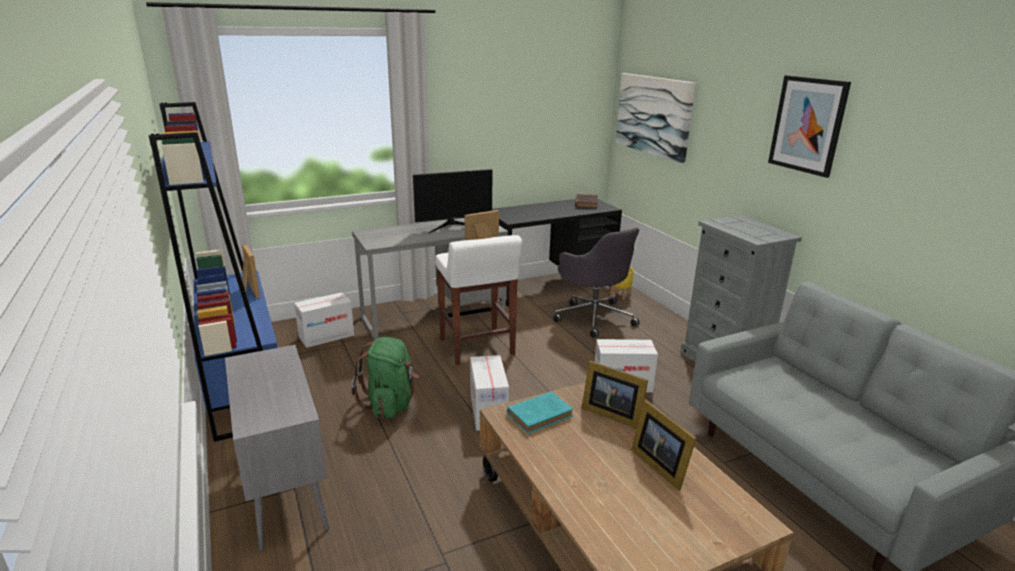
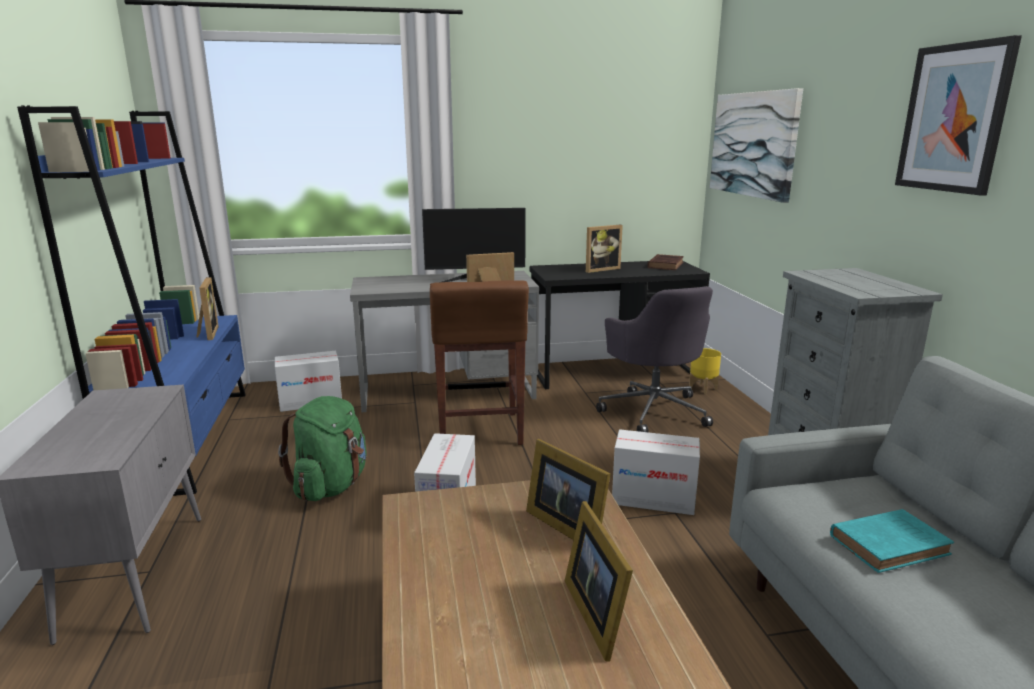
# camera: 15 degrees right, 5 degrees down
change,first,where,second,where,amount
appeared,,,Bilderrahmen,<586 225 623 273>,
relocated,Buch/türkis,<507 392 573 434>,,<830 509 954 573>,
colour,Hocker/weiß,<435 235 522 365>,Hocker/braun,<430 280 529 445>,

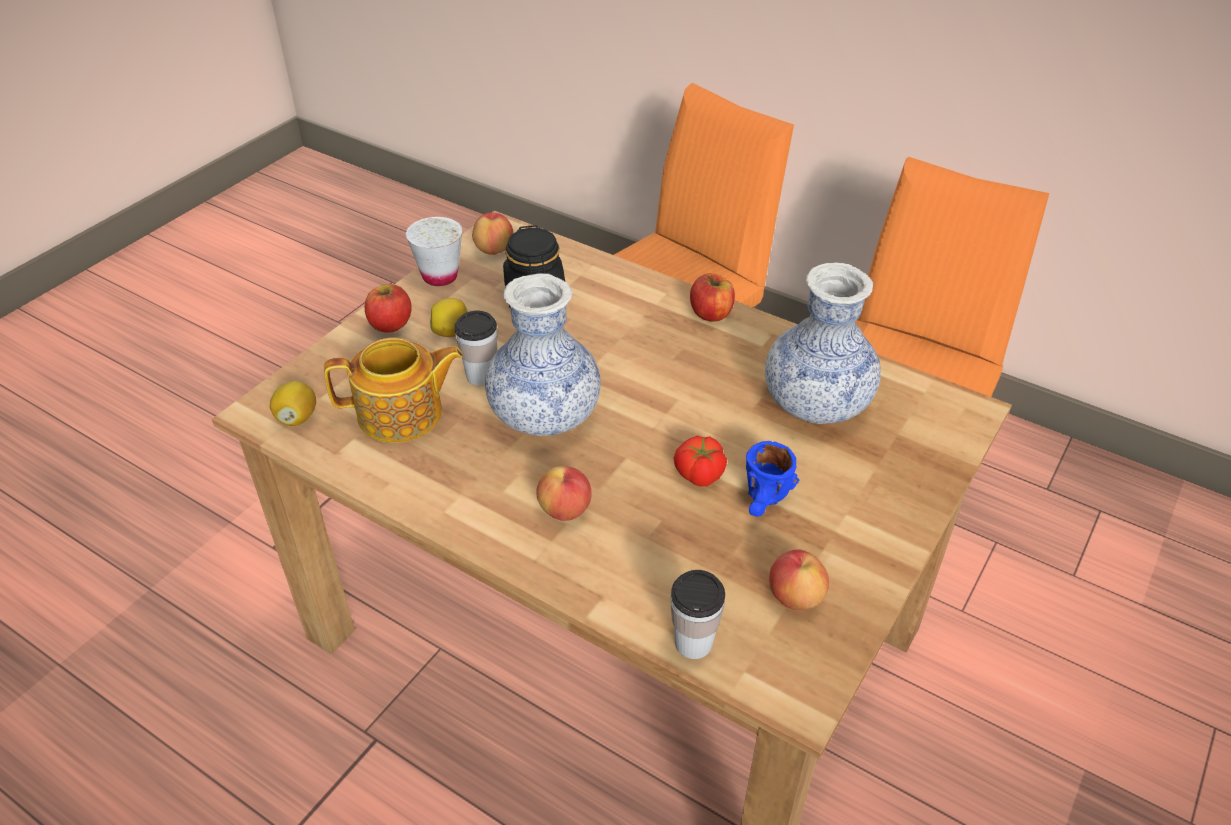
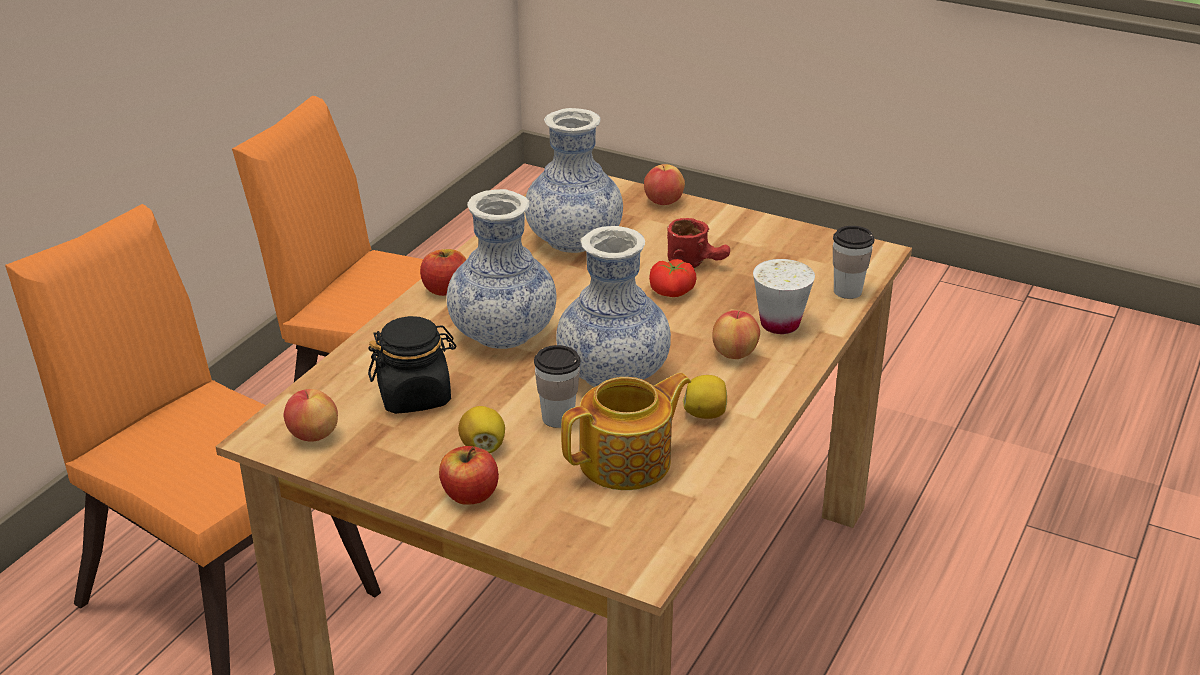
# camera: 95 degrees left, 10 degrees down
change,first,where,second,where,amount
appeared,,,Vase,<447 189 556 349>,
relocated,Zitrone,<270 381 316 426>,,<683 375 727 419>,
relocated,Tasse/weiß,<406 217 462 286>,,<753 259 815 334>,
relocated,Apfel,<769 550 829 610>,,<644 164 685 205>,
colour,Henkelbecher/blau,<746 441 799 517>,Henkelbecher/rot,<667 218 730 268>,
spun,Teekanne,<324 338 463 443>,,<561 373 691 490>,75 degrees clockwise

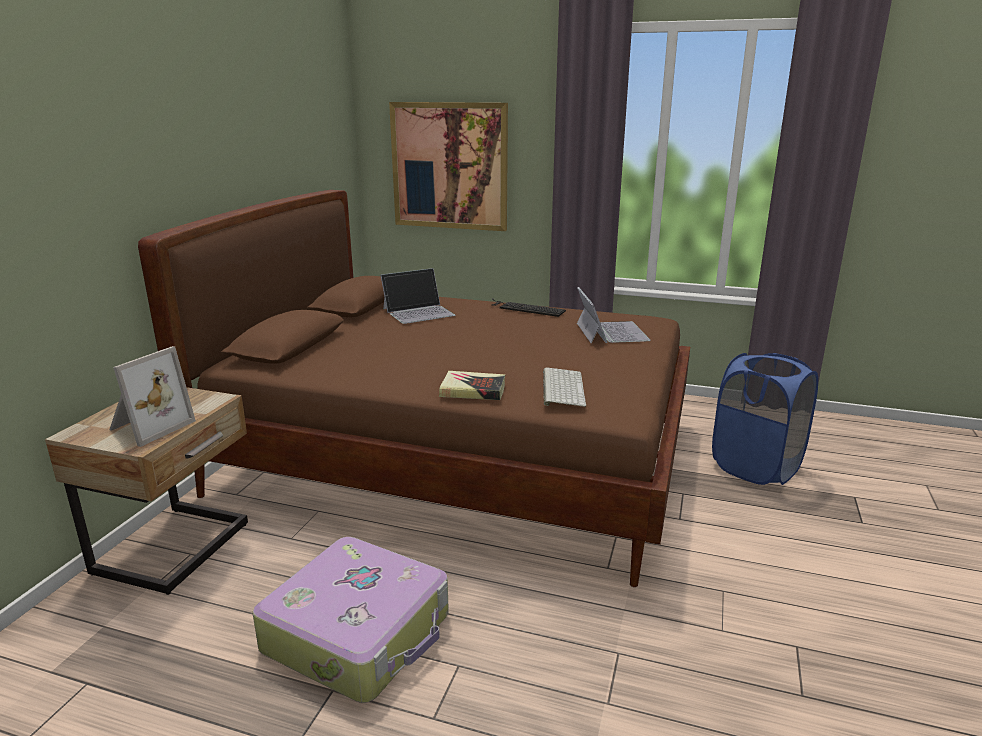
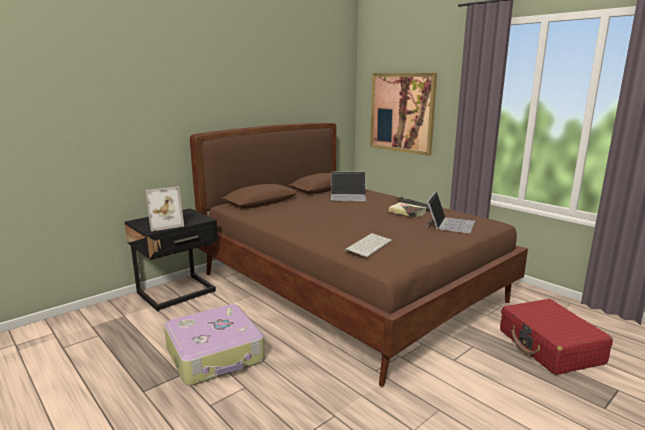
# camera: 30 degrees right, 5 degrees down
change,first,where,second,where,amount
relocated,Buch,<439 371 505 400>,,<388 202 426 218>,
exchanged,Wäschekorb/blau,<712 353 818 485>,Koffer/rot,<500 299 613 375>,
colour,Nachttisch/beige,<45 387 248 595>,Nachttisch/schwarz,<124 208 218 311>,

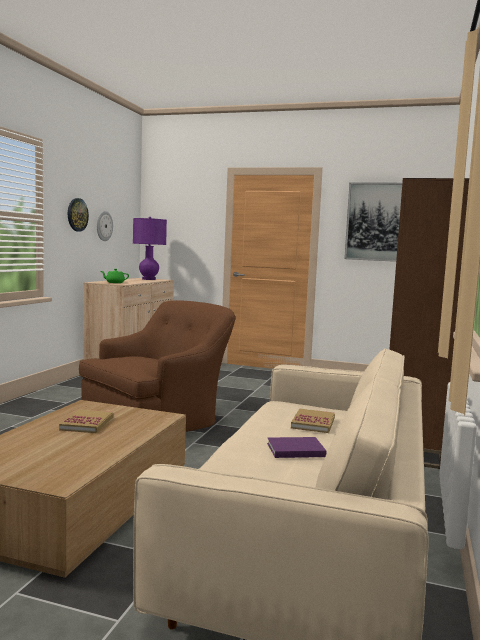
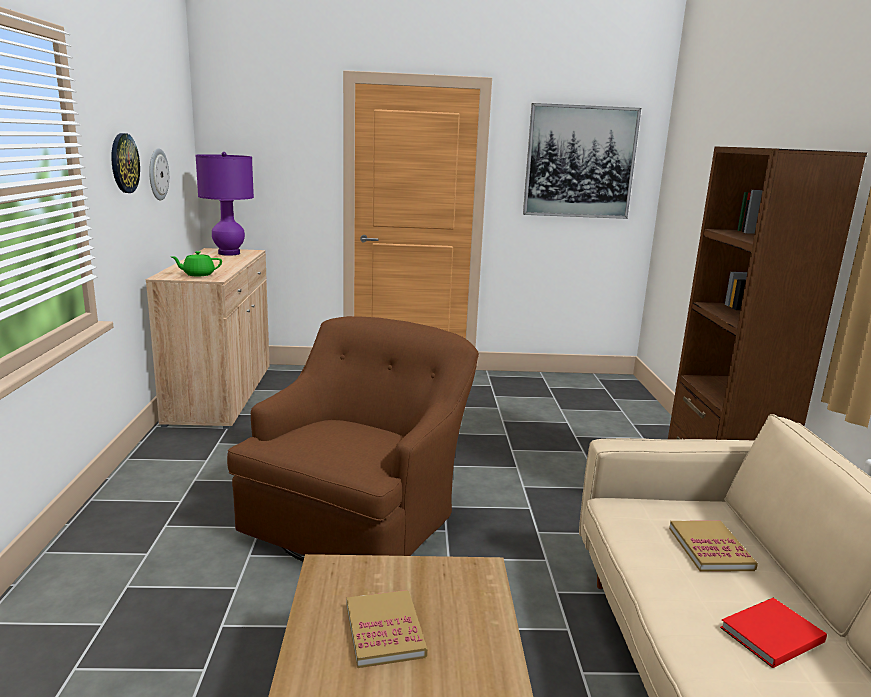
# camera: 20 degrees left, 10 degrees up
change,first,where,second,where,amount
colour,Buch/lila,<267 437 326 458>,Buch/rot,<720 598 827 668>,

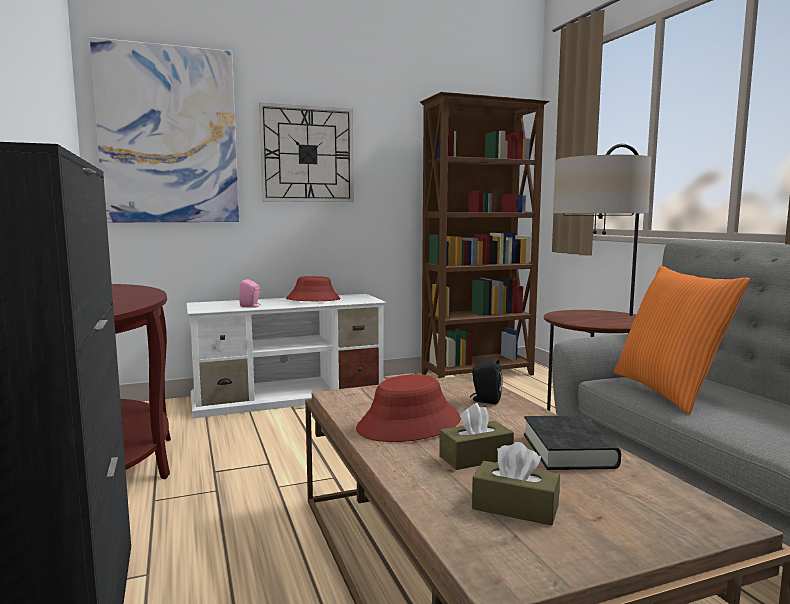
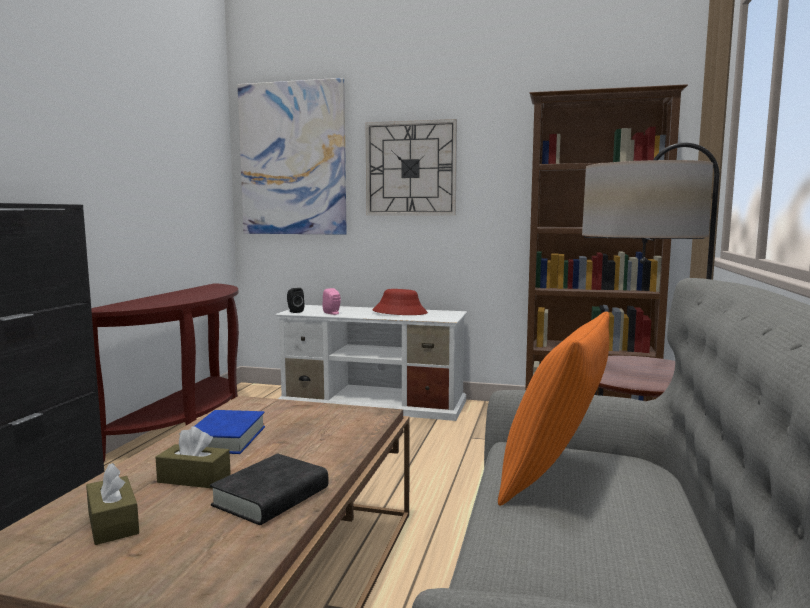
# camera: 35 degrees right, 0 degrees up
change,first,where,second,where,amount
relocated,Lautsprecher/schwarz,<470 358 503 404>,,<287 288 304 313>,
exchanged,Hut/rot,<356 374 461 442>,Buch/blau,<194 410 265 454>,

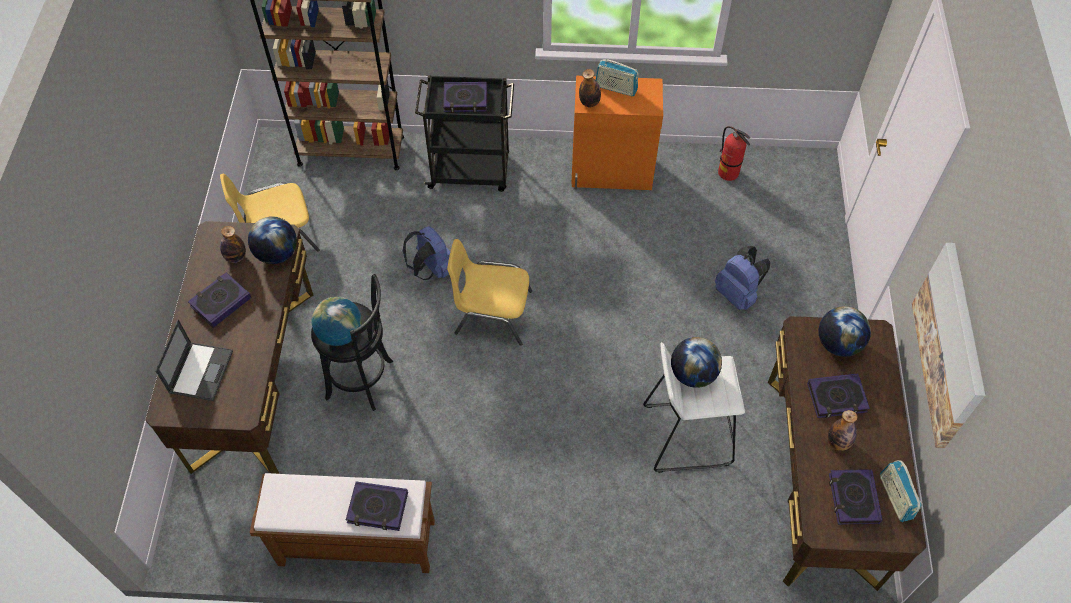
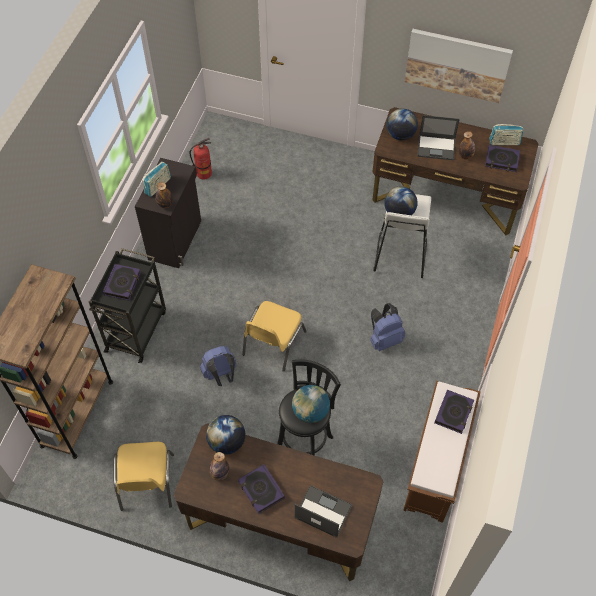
# camera: 75 degrees left, 0 degrees up
change,first,where,second,where,amount
relocated,Rucksack/blau,<715 246 770 310>,,<370 303 405 351>,
exchanged,Buch,<807 373 870 418>,Laptop,<417 115 460 160>,
colour,Schrank/orange,<571 76 663 190>,Schrank/schwarz,<135 158 201 268>,

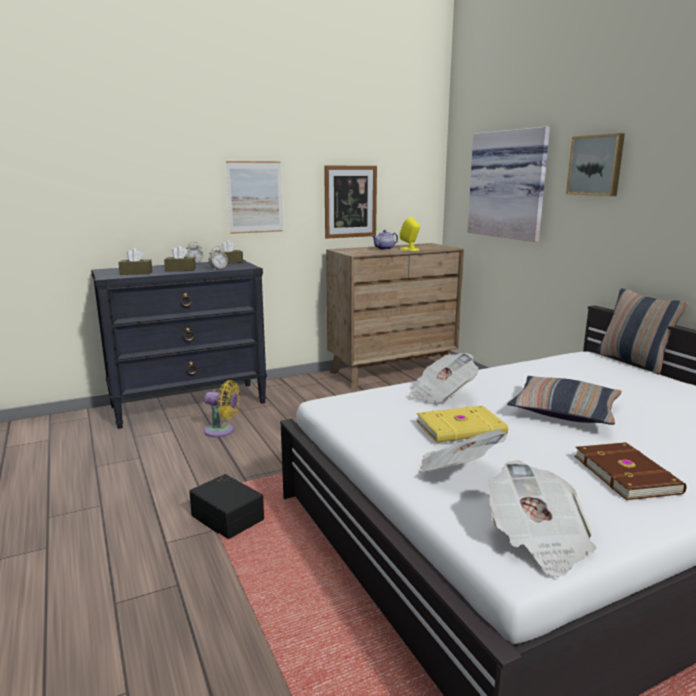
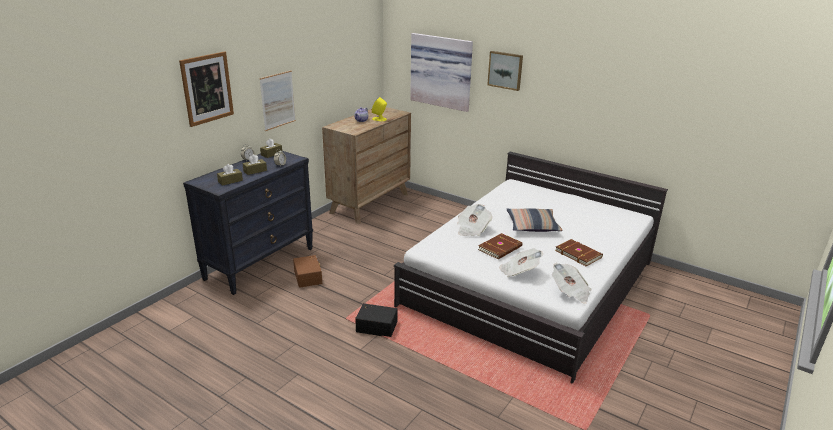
# camera: 30 degrees left, 10 degrees up
change,first,where,second,where,amount
missing,Kissen,<596 288 688 374>,,,
relocated,Bild,<324 165 377 239>,,<179 52 234 127>,
exchanged,Ventilator/gelb,<204 380 240 437>,Aufbewahrungsbox/braun,<293 255 322 288>,
colour,Buch/gelb,<417 406 508 443>,Buch/braun,<478 233 522 259>,

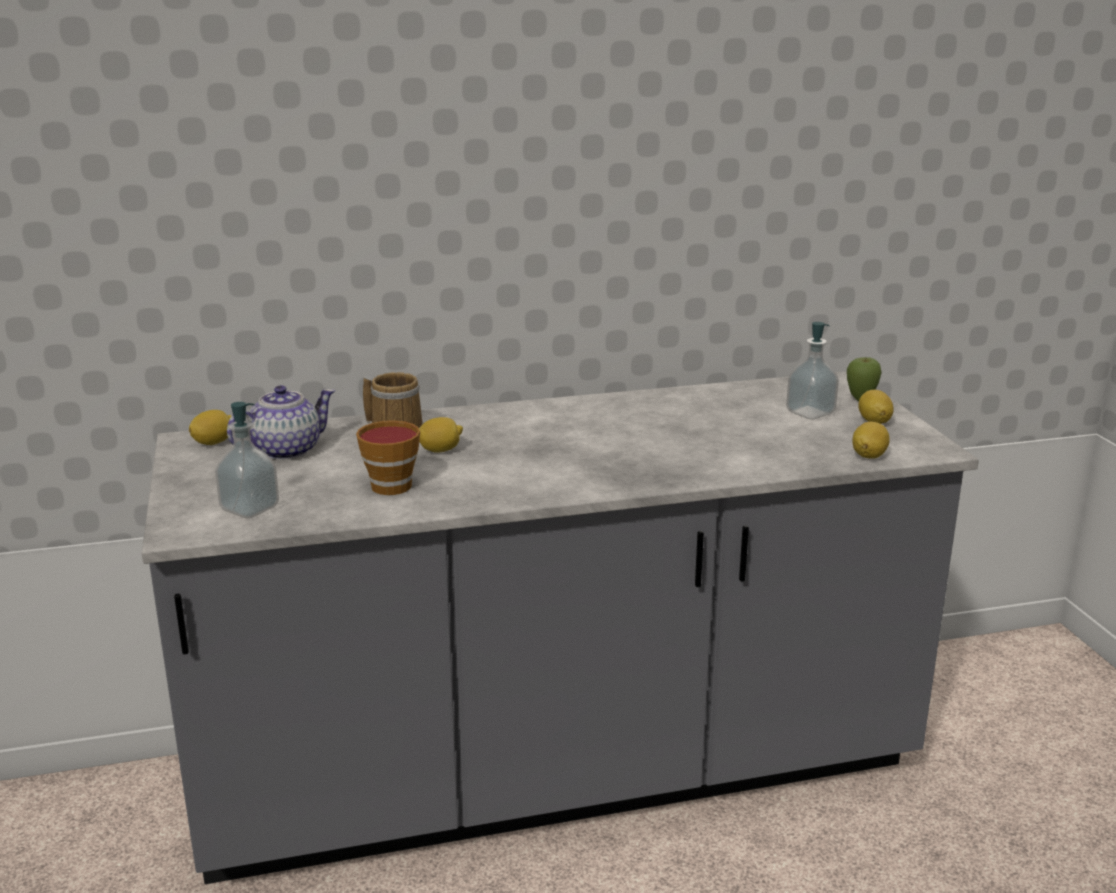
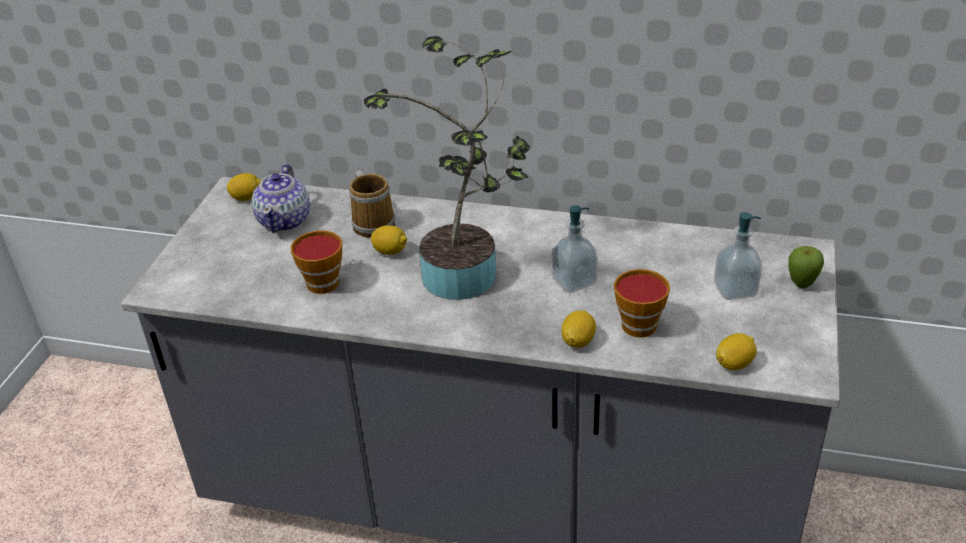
# camera: 30 degrees right, 15 degrees up
change,first,where,second,where,amount
appeared,,,Topfpflanze,<364 36 530 300>,
appeared,,,Tasse,<614 269 670 338>,
relocated,Seifenspender,<215 402 279 518>,,<552 205 598 293>,
relocated,Zitrone,<859 390 894 424>,,<562 311 596 348>,
spun,Teekanne,<227 385 335 460>,,<251 164 310 232>,105 degrees clockwise

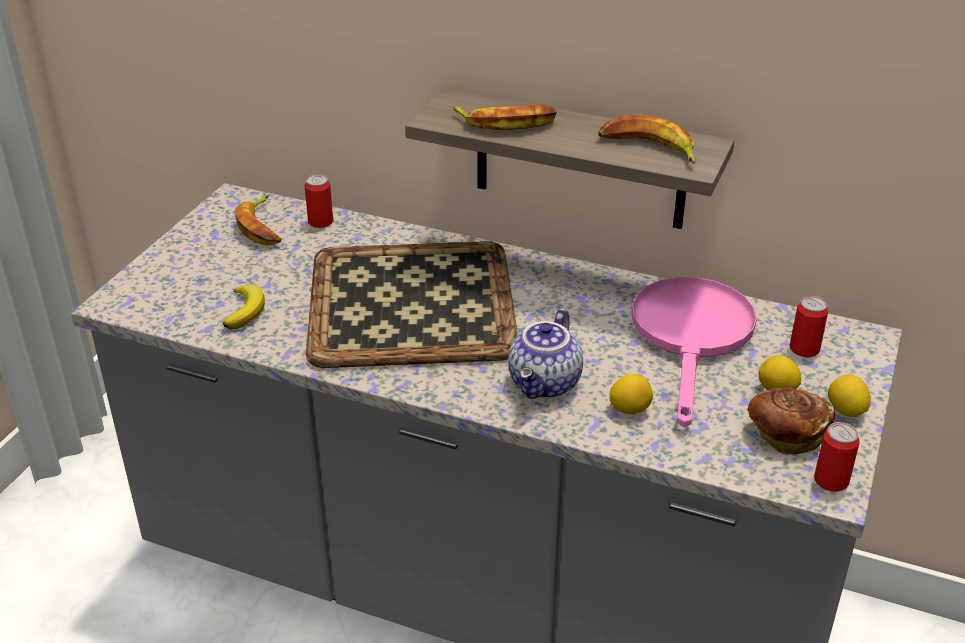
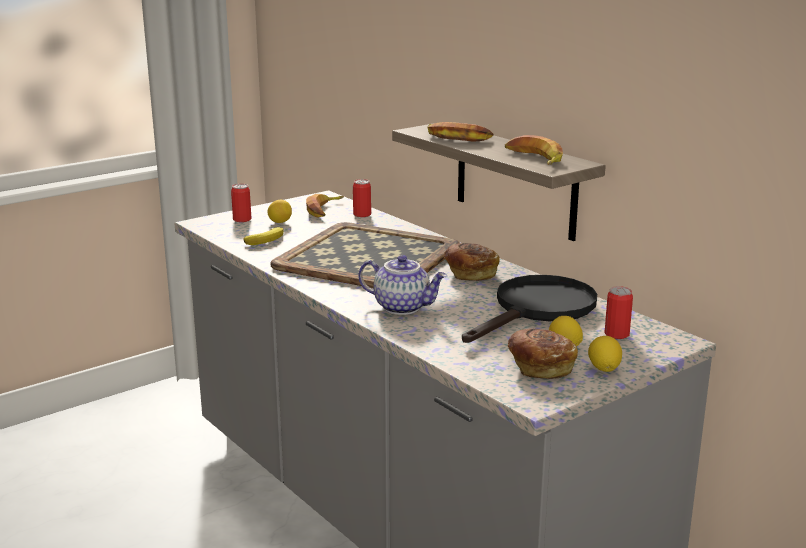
# camera: 30 degrees right, 15 degrees down
change,first,where,second,where,amount
appeared,,,Brot,<444 243 500 281>,
relocated,Zitrone,<609 374 653 414>,,<268 200 292 223>,
relocated,Dose,<814 422 860 492>,,<231 184 251 222>,
colour,Pfanne/rosa,<632 277 757 427>,Pfanne/schwarz,<462 275 597 343>,
spun,Teekanne,<508 309 583 399>,,<358 255 447 315>,120 degrees counterclockwise

